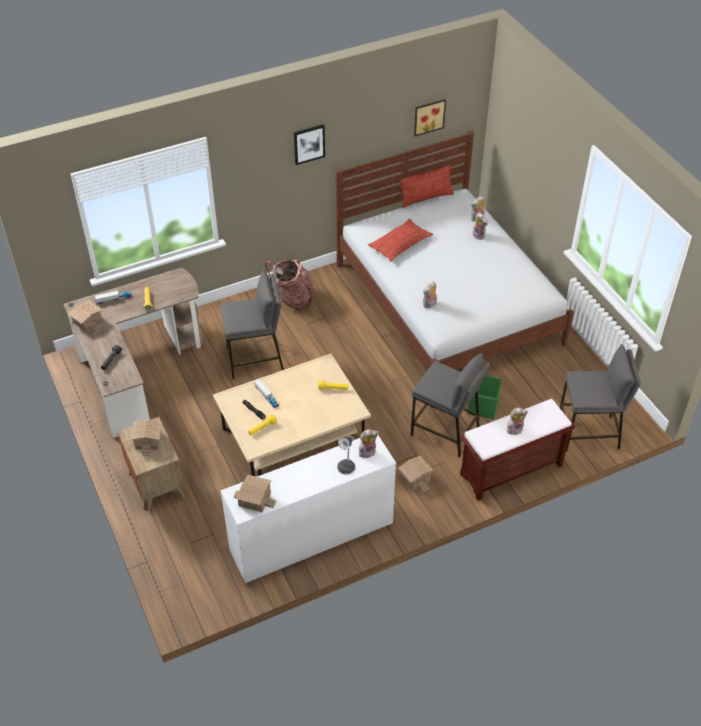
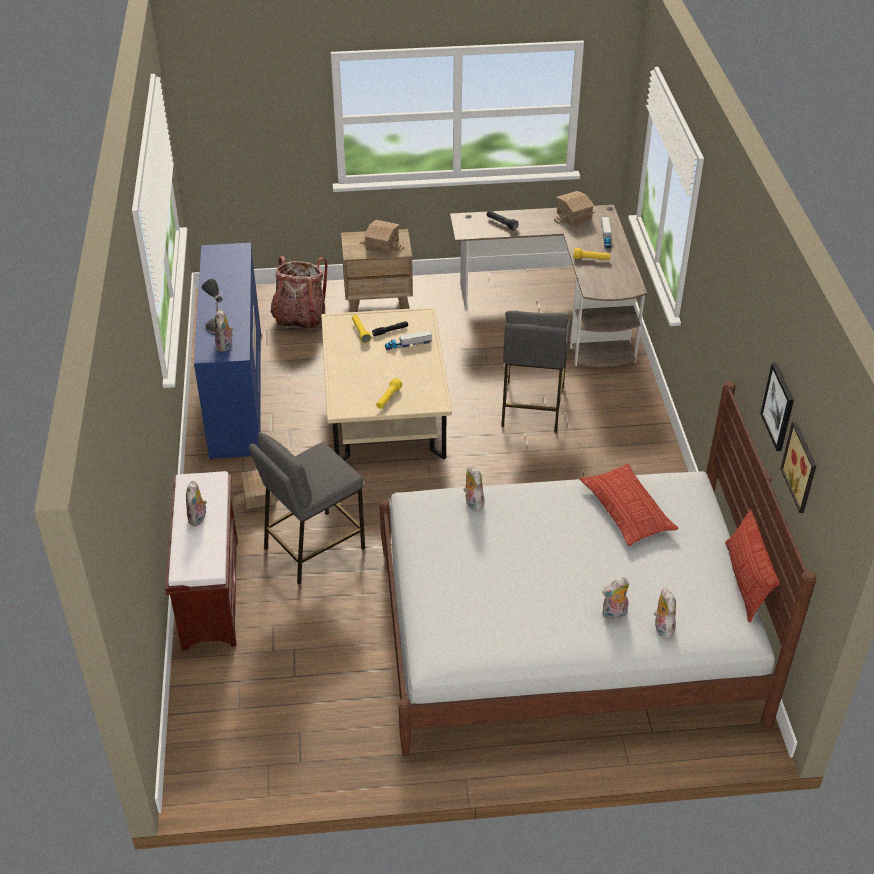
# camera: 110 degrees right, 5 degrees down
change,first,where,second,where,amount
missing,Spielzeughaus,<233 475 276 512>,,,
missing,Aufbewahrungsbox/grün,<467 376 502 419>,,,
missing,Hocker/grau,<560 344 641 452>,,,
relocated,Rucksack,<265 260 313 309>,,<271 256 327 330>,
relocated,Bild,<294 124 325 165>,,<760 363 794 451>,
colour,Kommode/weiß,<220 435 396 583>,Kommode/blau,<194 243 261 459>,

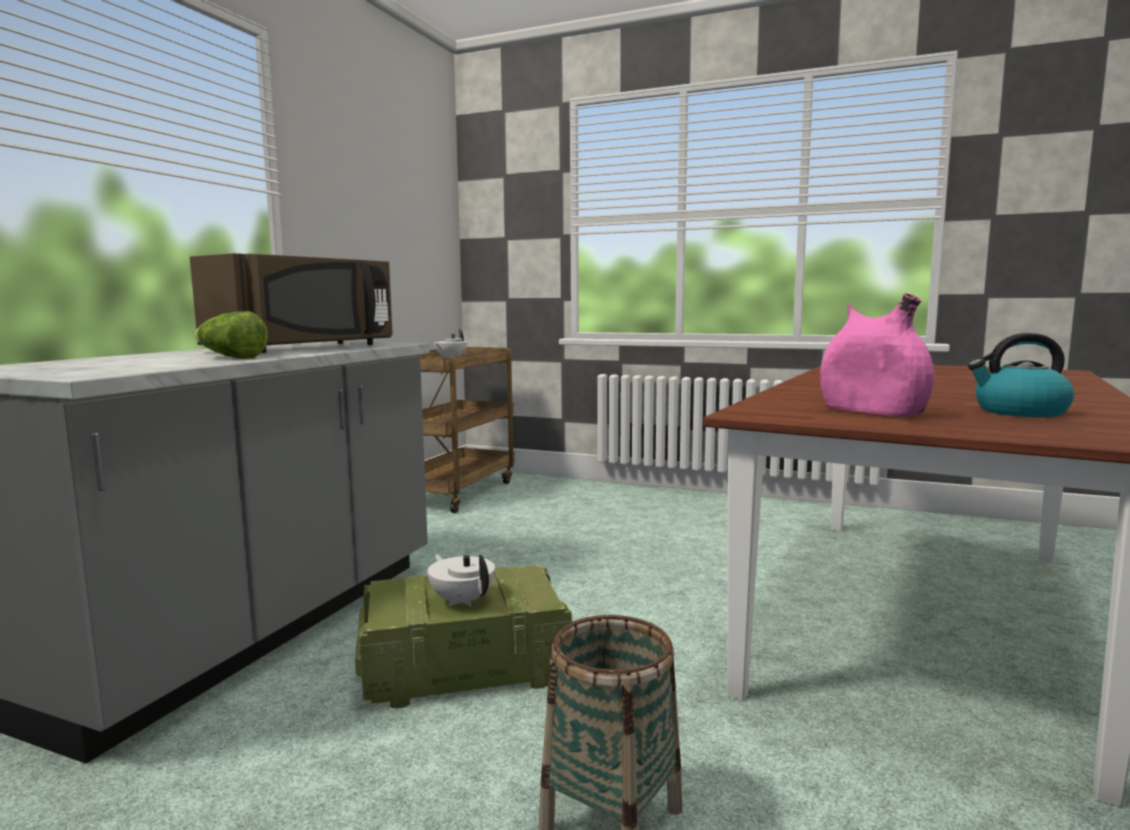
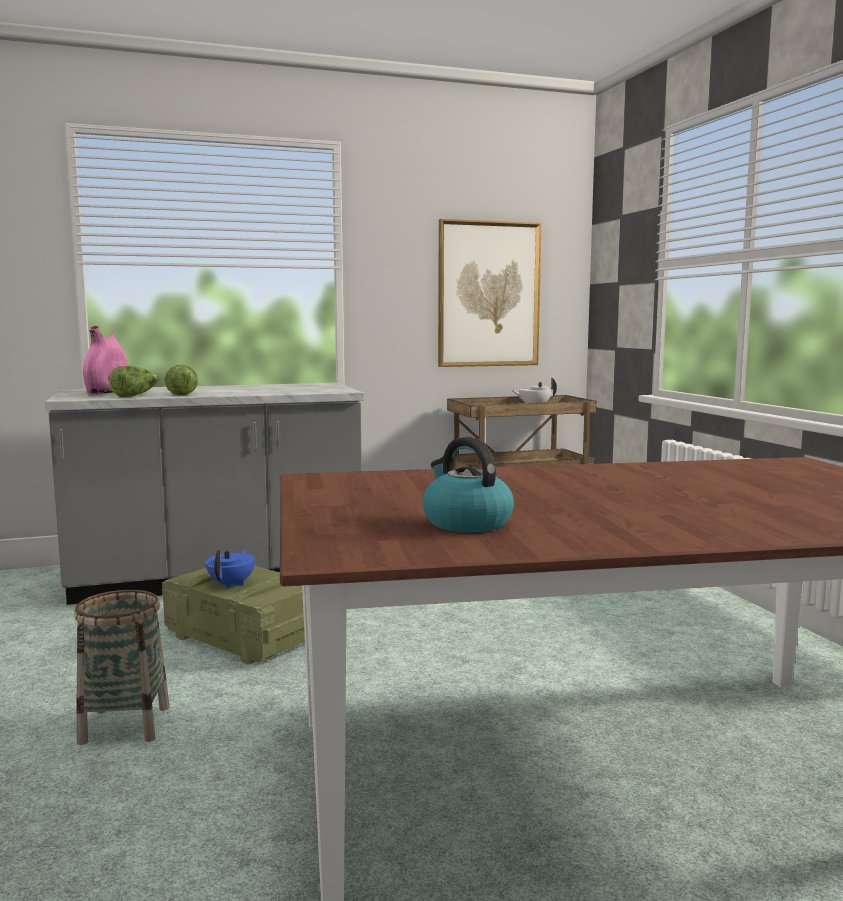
# camera: 50 degrees right, 0 degrees up
change,first,where,second,where,amount
missing,Mikrowelle/braun,<190 253 393 353>,,,
appeared,,,Salatkopf,<109 366 159 397>,
appeared,,,Bild,<438 219 542 367>,
relocated,Vase/rosa,<820 293 935 416>,,<83 326 128 394>,
colour,Teekanne/weiß,<428 554 495 607>,Teekanne/blau,<205 549 255 589>,

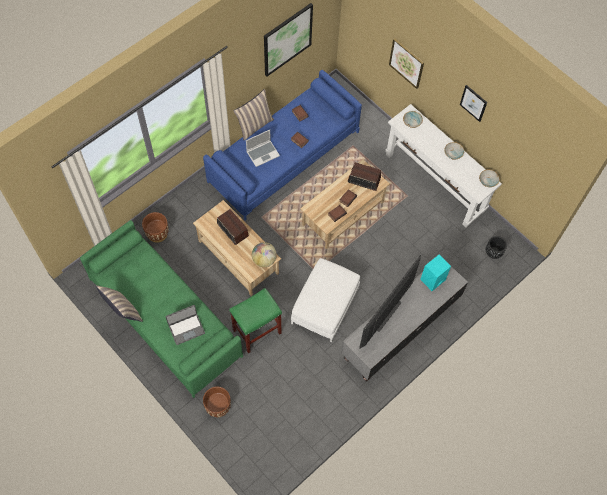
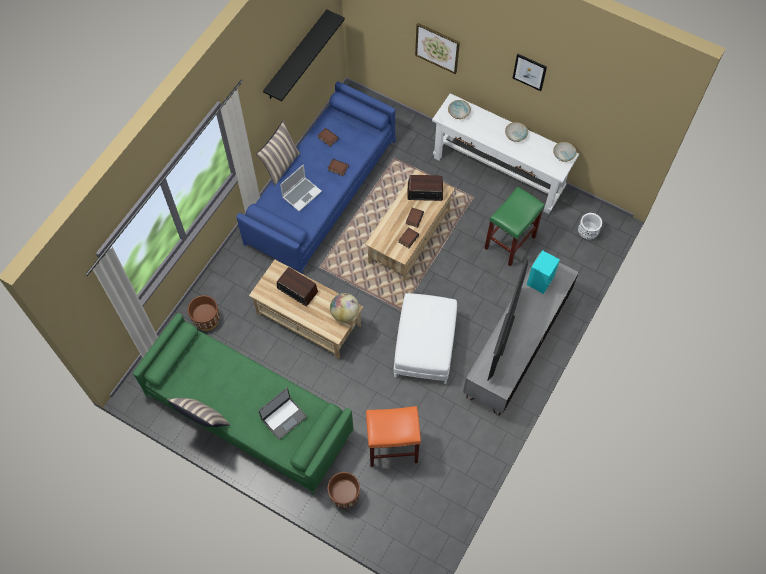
# camera: 15 degrees left, 0 degrees up
change,first,where,second,where,amount
appeared,,,Hocker/orange,<366 406 421 467>,
relocated,Hocker/grün,<229 288 282 353>,,<485 187 545 267>,
exchanged,Bild,<264 3 313 76>,Wandregal/schwarz,<263 9 345 101>,
colour,Pflanzkübel/schwarz,<486 236 507 259>,Pflanzkübel/weiß,<578 213 602 239>,

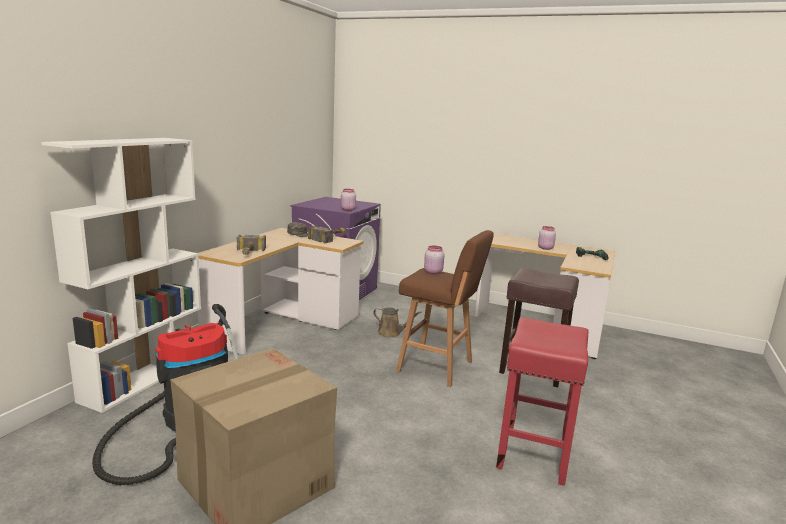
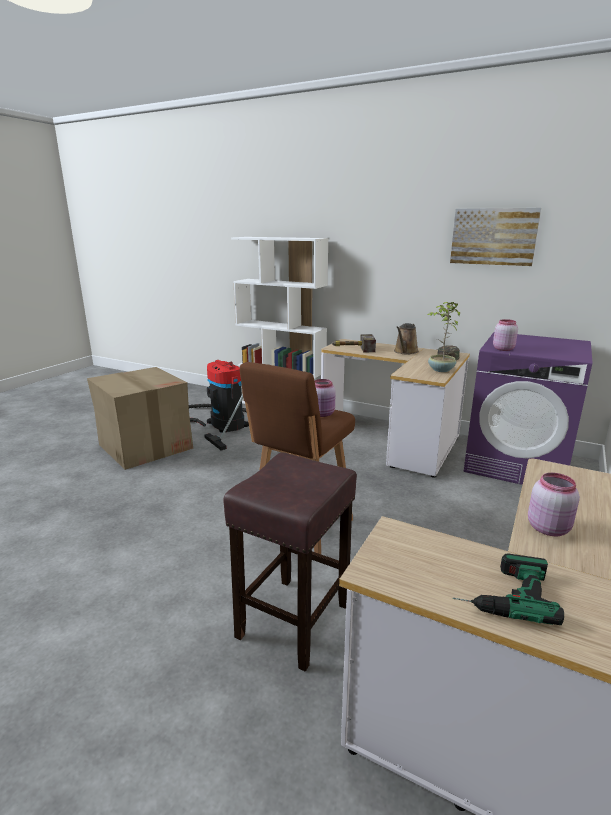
# camera: 95 degrees right, 5 degrees up
change,first,where,second,where,amount
missing,Hocker/rot,<496 317 589 486>,,,
appeared,,,Bild,<450 208 541 266>,
relocated,Gießkanne/braun,<373 307 421 338>,,<394 323 419 354>,
exchanged,Hammer,<308 226 345 243>,Topfpflanze,<427 302 460 372>,

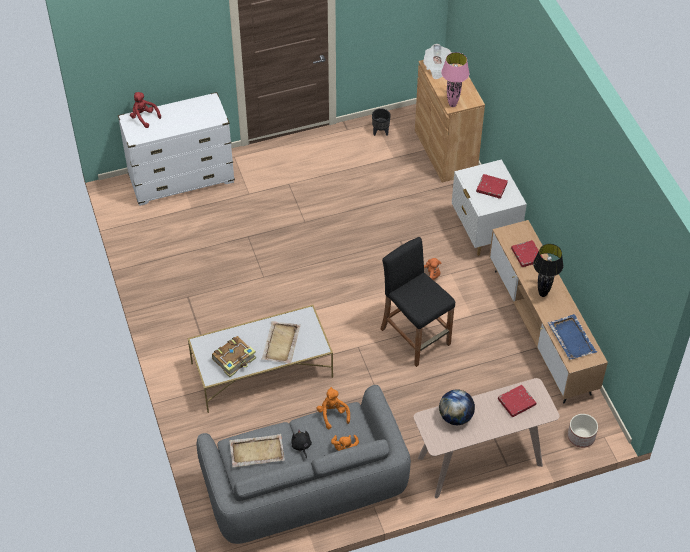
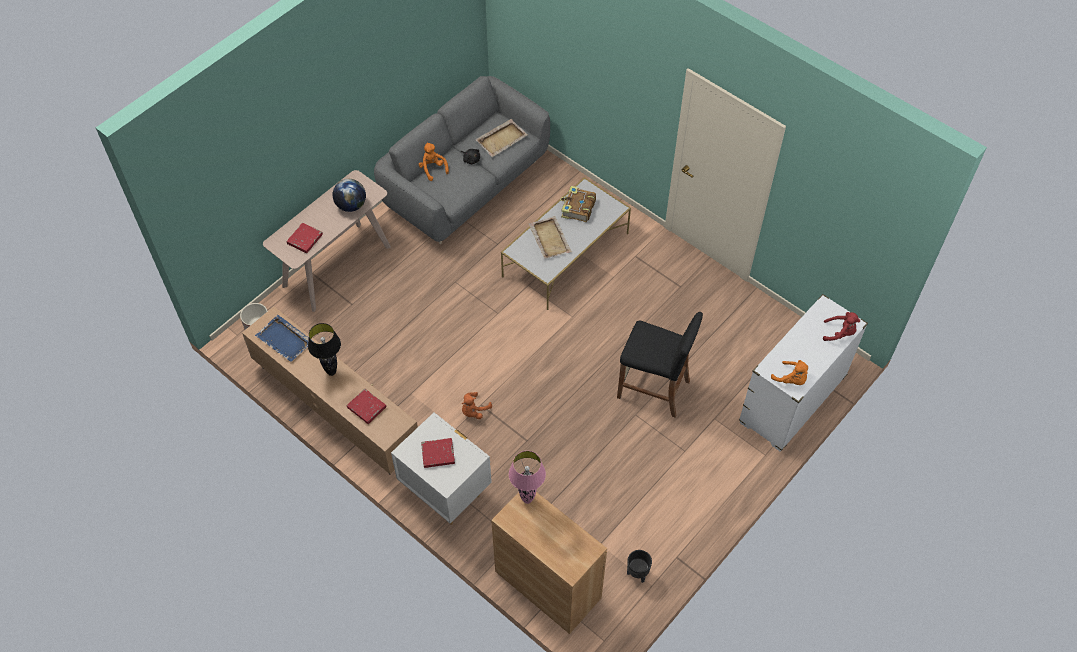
# camera: 150 degrees right, 5 degrees up
change,first,where,second,where,amount
missing,Zeitung,<423 44 452 79>,,,
relocated,Plüschtier/orange,<317 387 350 429>,,<771 360 808 385>,
relocated,Hocker/schwarz,<380 237 455 367>,,<617 312 703 418>,

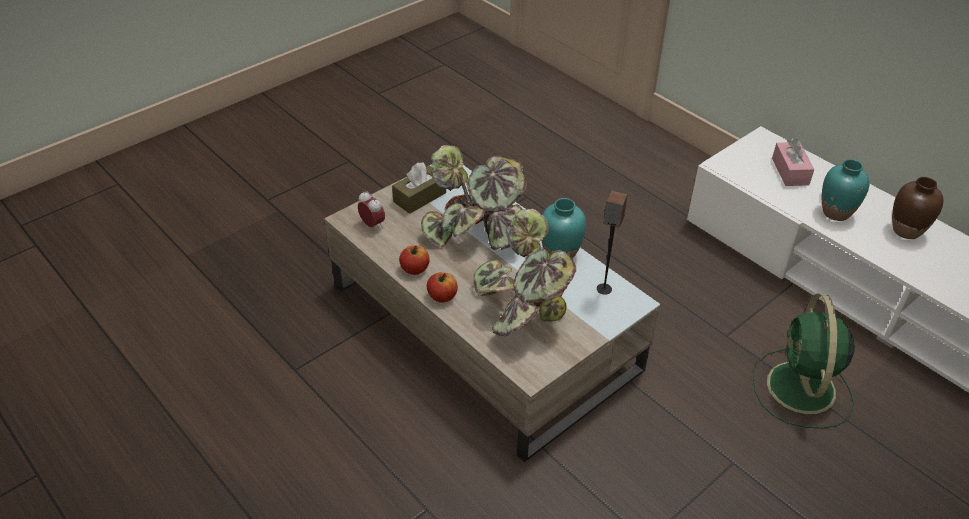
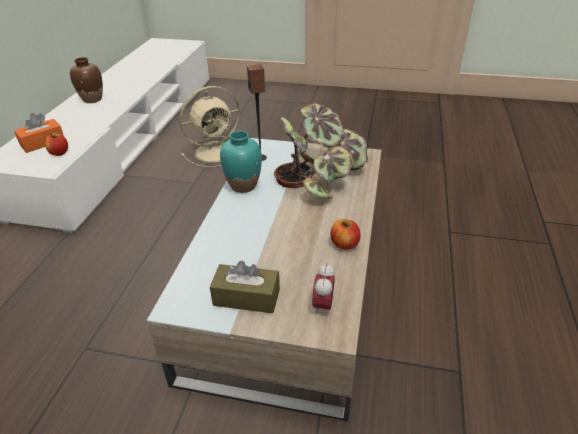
# camera: 125 degrees left, 5 degrees down
change,first,where,second,where,amount
missing,Topfpflanze,<421 145 527 250>,,,
missing,Vase/türkis,<822 159 870 221>,,,
relocated,Apfel,<427 272 458 303>,,<45 133 68 156>,
colour,Ventilator/grün,<753 294 855 428>,Ventilator/beige,<180 86 240 167>,
colour,Taschentuchbox/rosa,<772 138 814 186>,Taschentuchbox/orange,<14 113 64 153>,

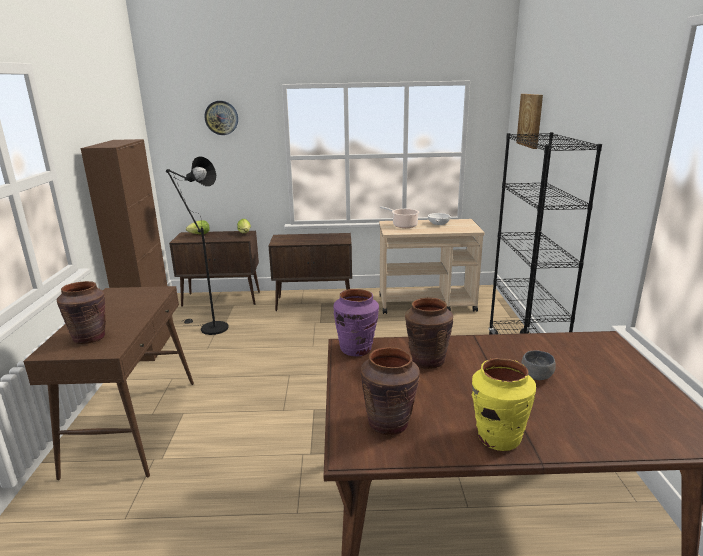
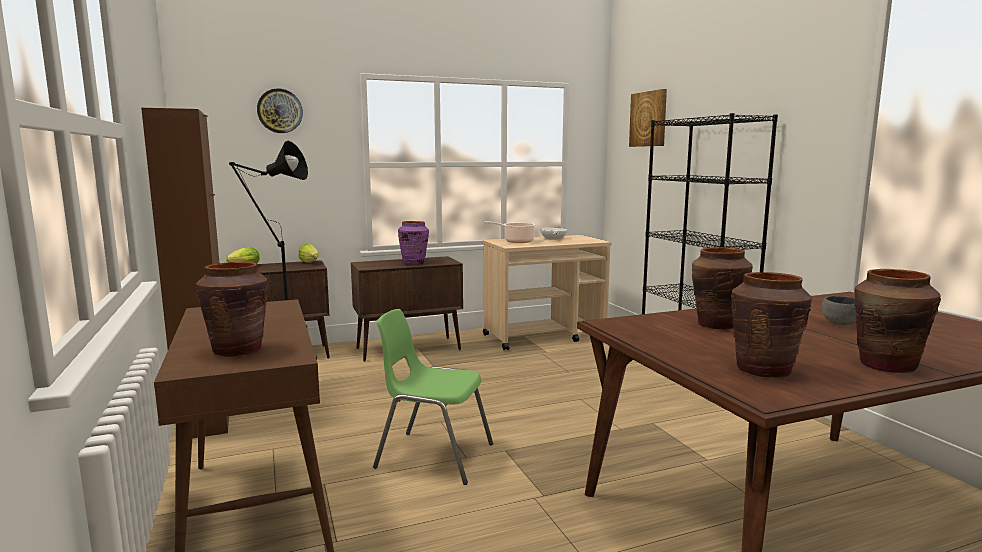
# camera: 20 degrees left, 10 degrees down
change,first,where,second,where,amount
appeared,,,Stuhl/grün,<373 309 493 485>,
relocated,Vase/lila,<333 289 379 357>,,<398 221 429 264>,
colour,Vase/gelb,<472 358 536 451>,Vase/braun,<854 269 941 373>,

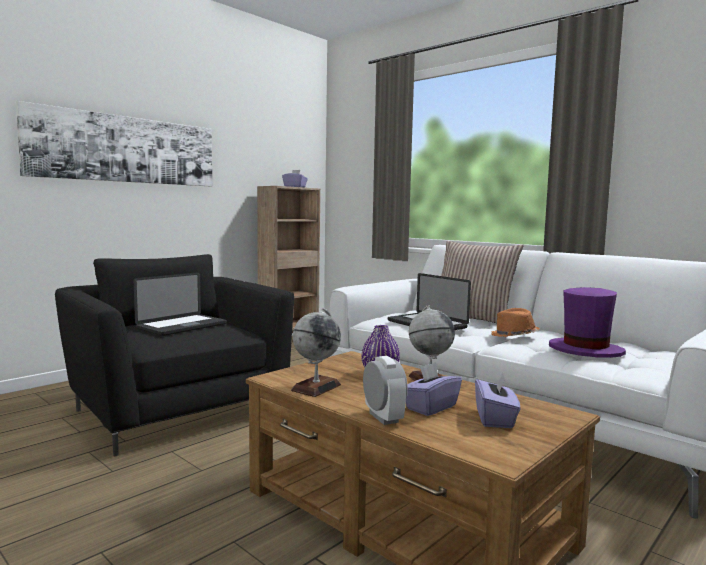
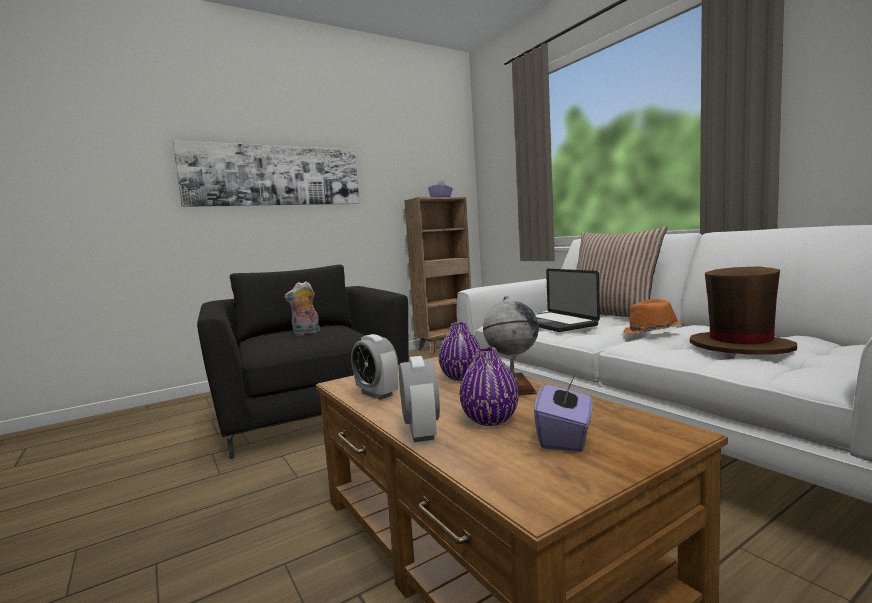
# camera: 15 degrees right, 0 degrees up
change,first,where,second,where,amount
exchanged,Laptop,<134 272 227 336>,Plüschtier,<284 281 320 336>,
exchanged,Globus,<291 308 341 397>,Wecker,<351 334 398 400>,
exchanged,Taschentuchbox/lila,<406 362 462 416>,Vase/lila,<459 347 518 426>,
colour,Hut/lila,<549 287 626 358>,Hut/braun,<690 266 797 355>,

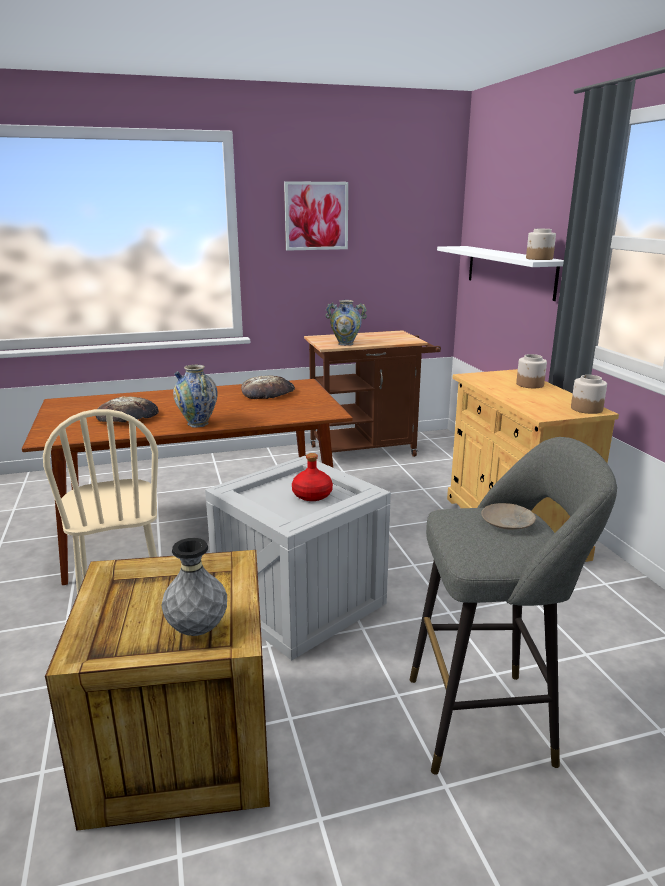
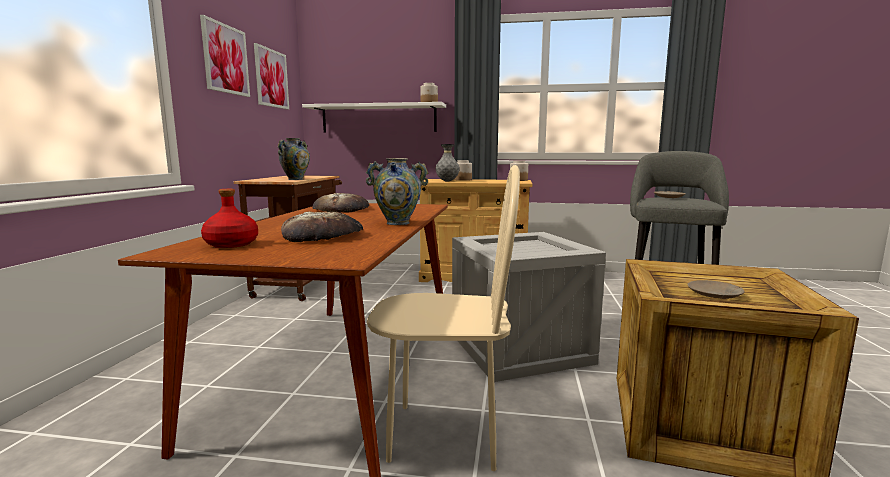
# camera: 65 degrees left, 10 degrees down
change,first,where,second,where,amount
appeared,,,Bild,<254 43 289 109>,
appeared,,,Teller/beige,<687 280 745 299>,
relocated,Vase/grau,<161 538 227 636>,,<436 144 460 182>,
relocated,Flasche/rot,<292 453 333 501>,,<201 189 258 248>,

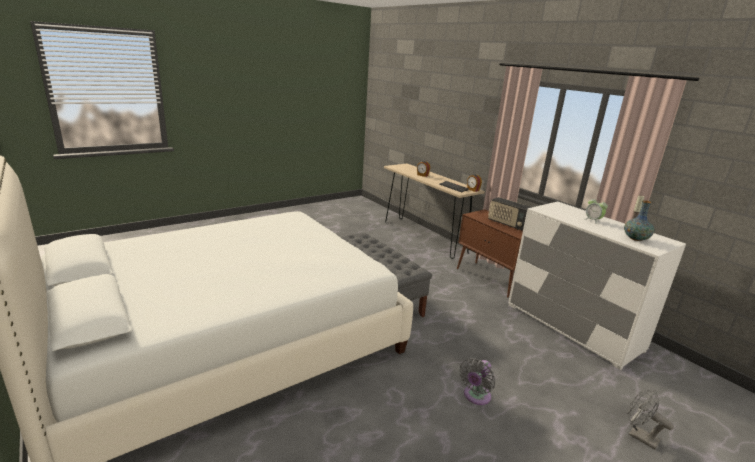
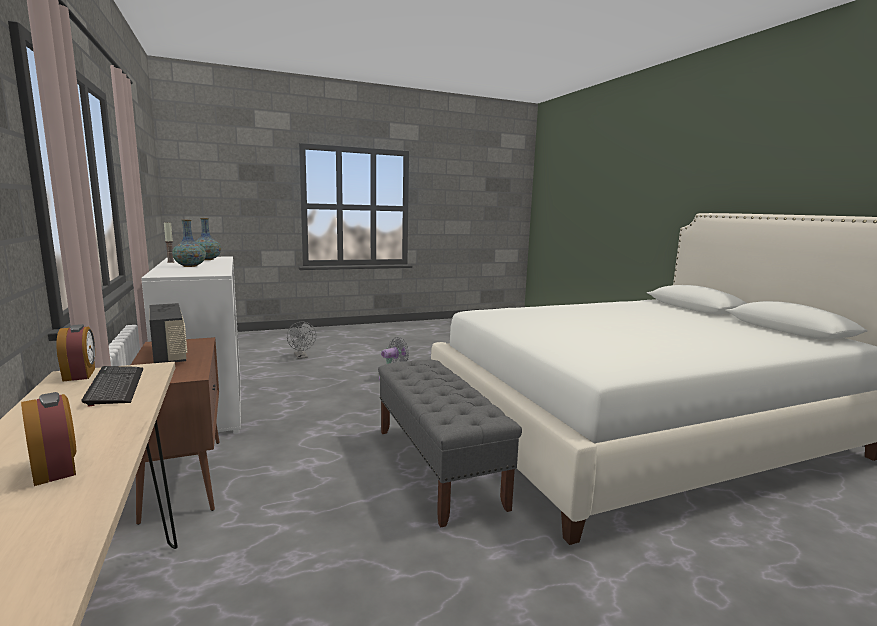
# camera: 165 degrees left, 10 degrees down
change,first,where,second,where,amount
exchanged,Wecker,<585 197 608 224>,Vase,<172 220 206 267>,

